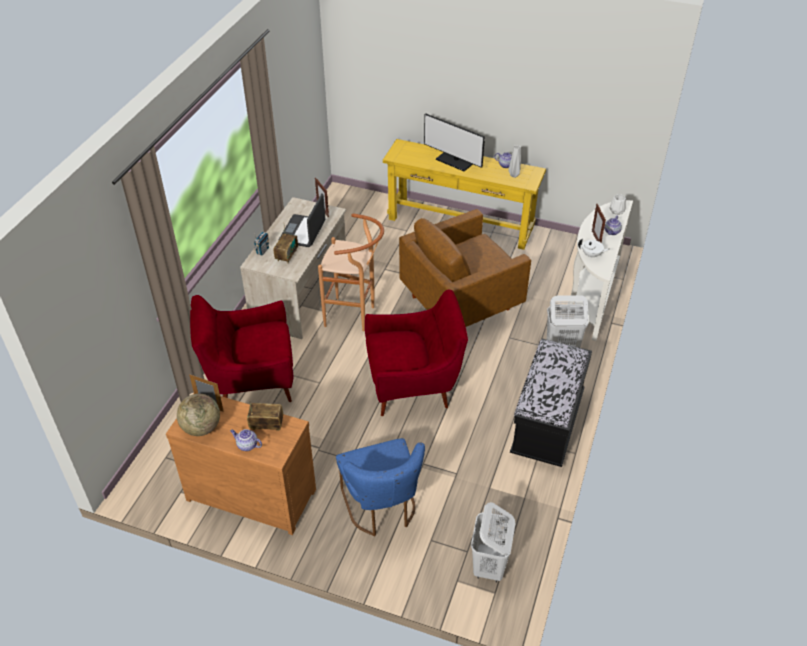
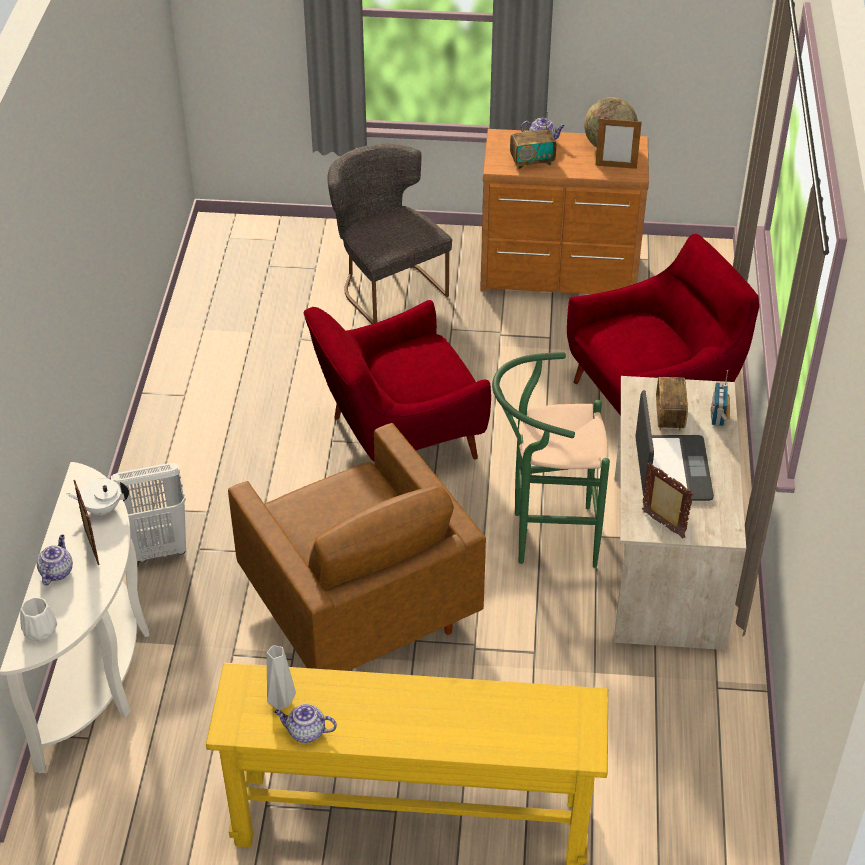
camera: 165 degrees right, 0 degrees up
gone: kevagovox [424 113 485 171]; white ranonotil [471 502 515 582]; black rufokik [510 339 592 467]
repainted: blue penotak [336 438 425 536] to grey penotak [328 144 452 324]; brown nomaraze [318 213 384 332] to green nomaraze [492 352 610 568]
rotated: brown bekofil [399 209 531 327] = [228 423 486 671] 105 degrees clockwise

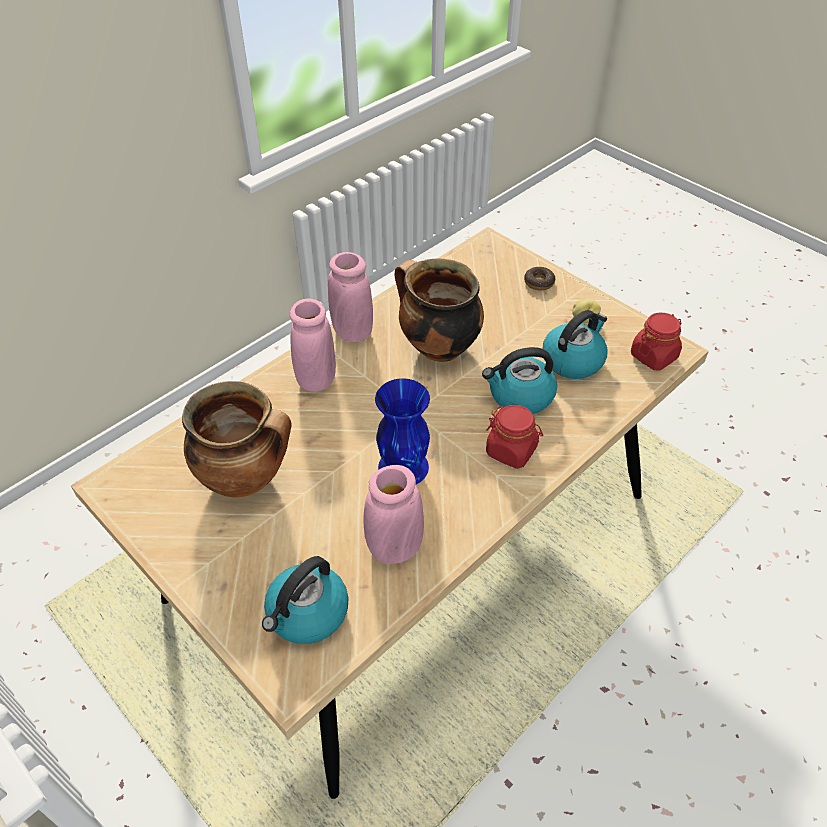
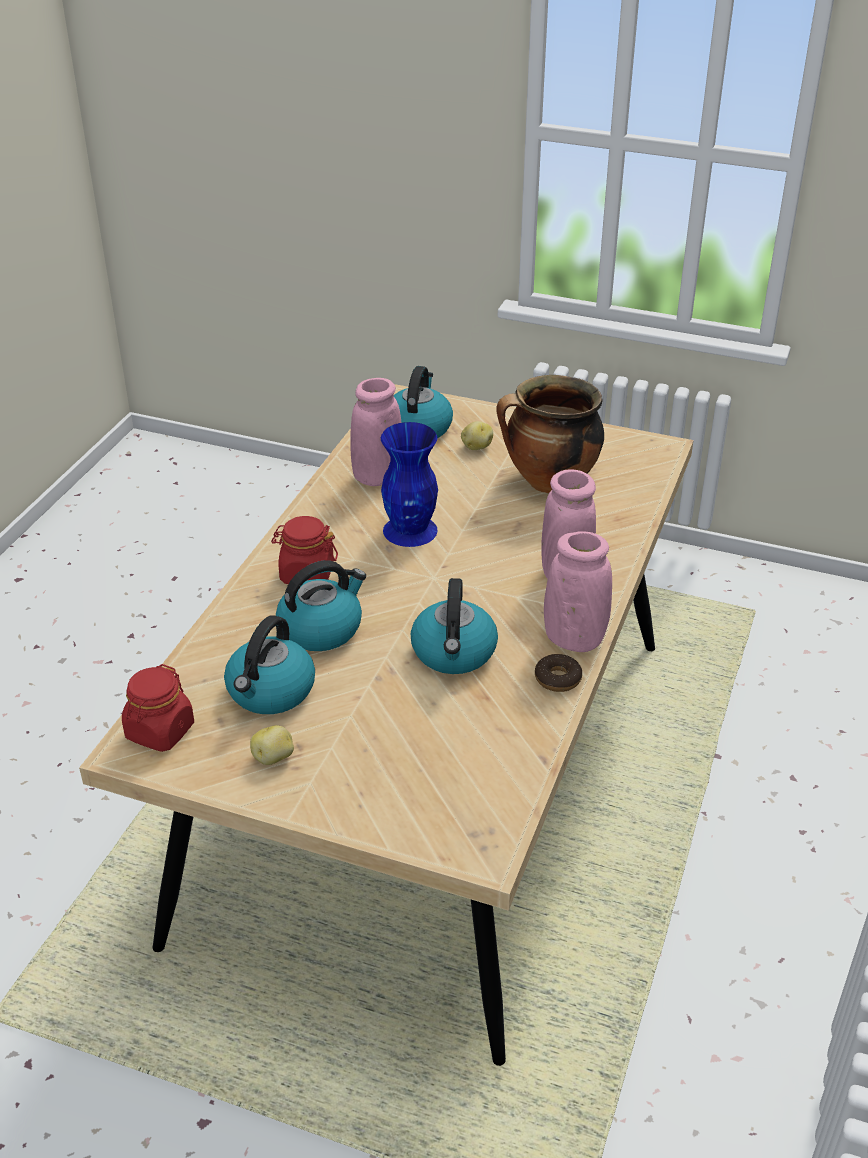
camera: 155 degrees right, 10 degrees down
new: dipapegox [461 421 493 450]
shifted: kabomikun [524 267 555 291] to [535 654 582 692]
swapped: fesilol [394 259 484 362] to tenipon [411 578 498 674]

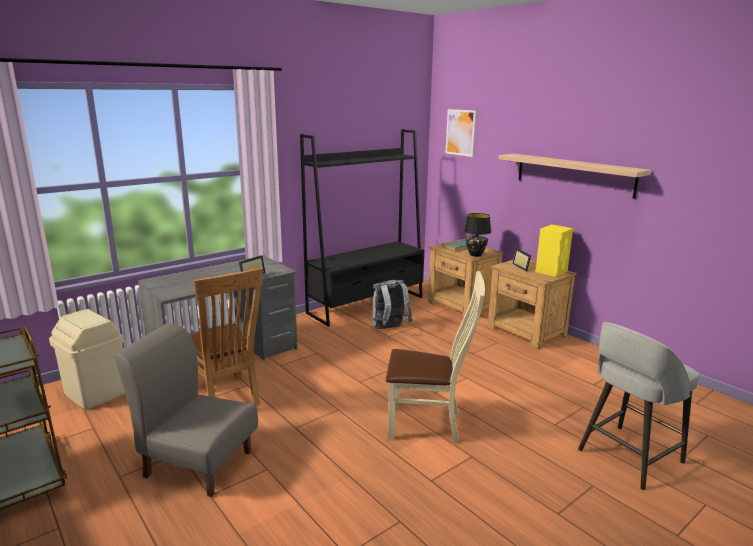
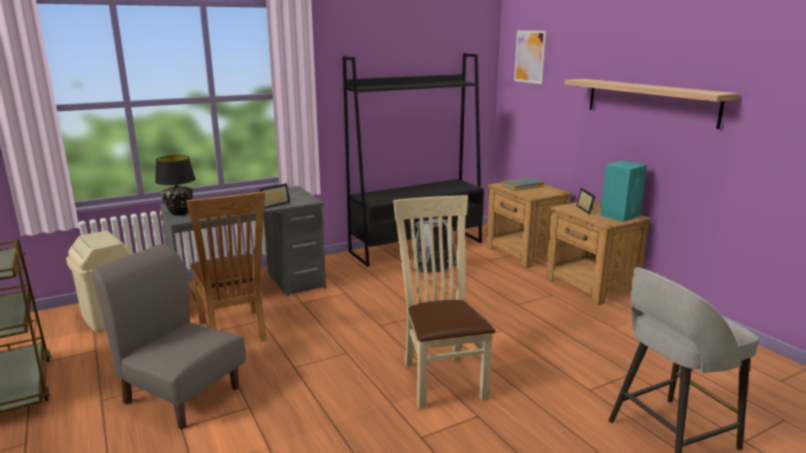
camera: 10 degrees right, 0 degrees up
shifted: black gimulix [464 213 491 257] to [155 155 196 216]
repainted: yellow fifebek [536 224 573 277] to turquoise fifebek [600 161 647 222]
rotated: beige penotak [386 271 485 443] = [393 195 496 409] 120 degrees counterclockwise

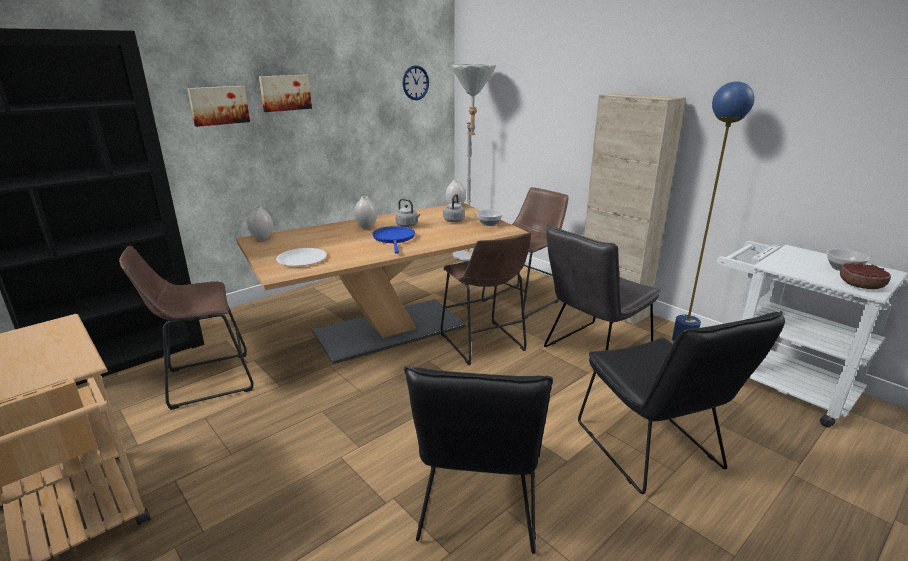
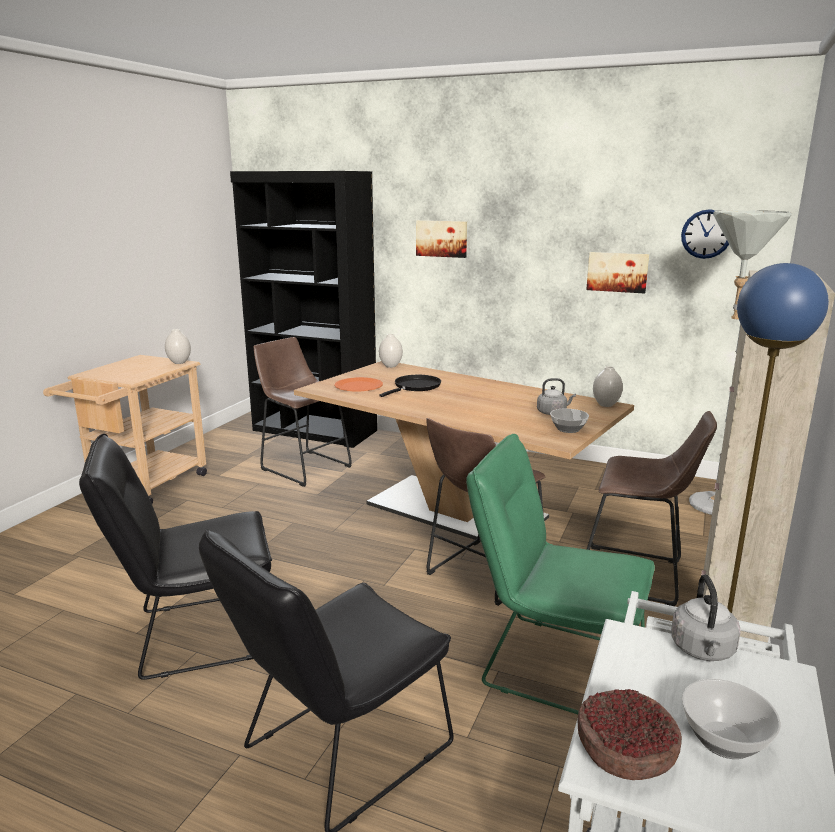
camera: 65 degrees right, 5 degrees down
gone: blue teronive [372 226 415 254]
new: black teronive [380 375 441 397]
shifted: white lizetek [354 196 377 229] to [165 329 191 364]; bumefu [259 75 312 112] to [586 252 650 294]; grey tenipon [395 199 420 227] to [671 574 741 661]
repainted: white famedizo [276 248 327 266] to orange famedizo [334 377 383 391]; grey penotak [544 224 661 350] to green penotak [466 434 655 714]

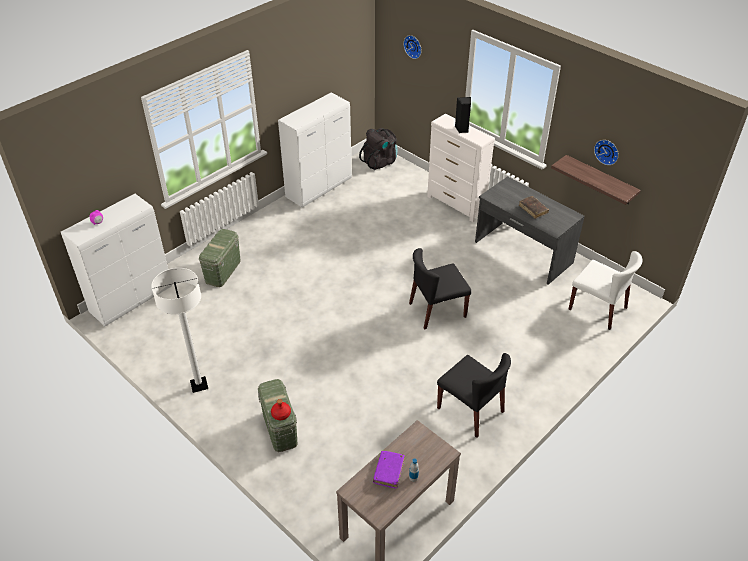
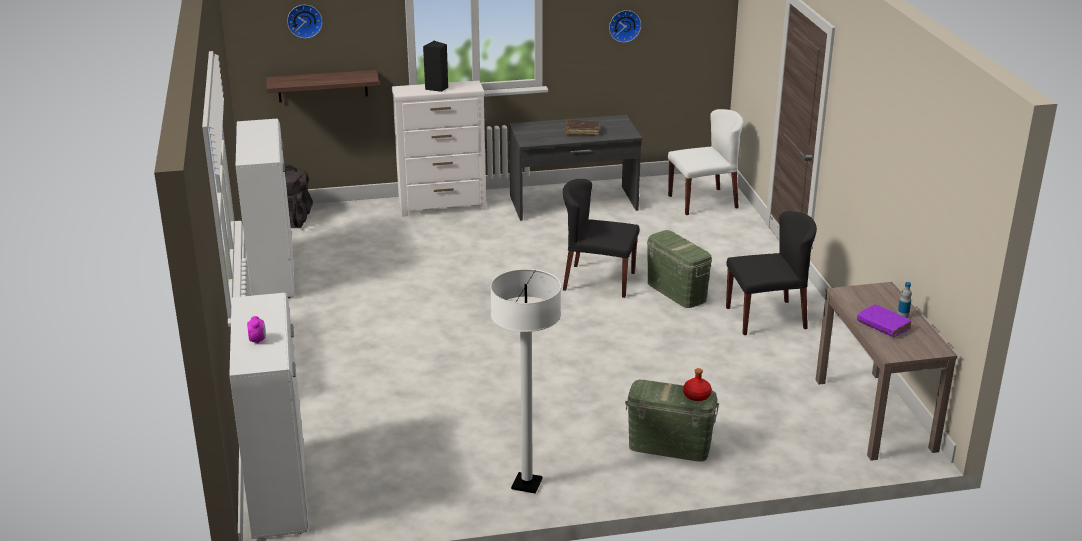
camera: 55 degrees left, 15 degrees down
shifted: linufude [551 155 641 205] to [266 70 379 102]; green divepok [199 229 241 287] to [647 230 712 308]
rotated: black penotak [409 248 472 330] = [563 179 640 298] 90 degrees clockwise

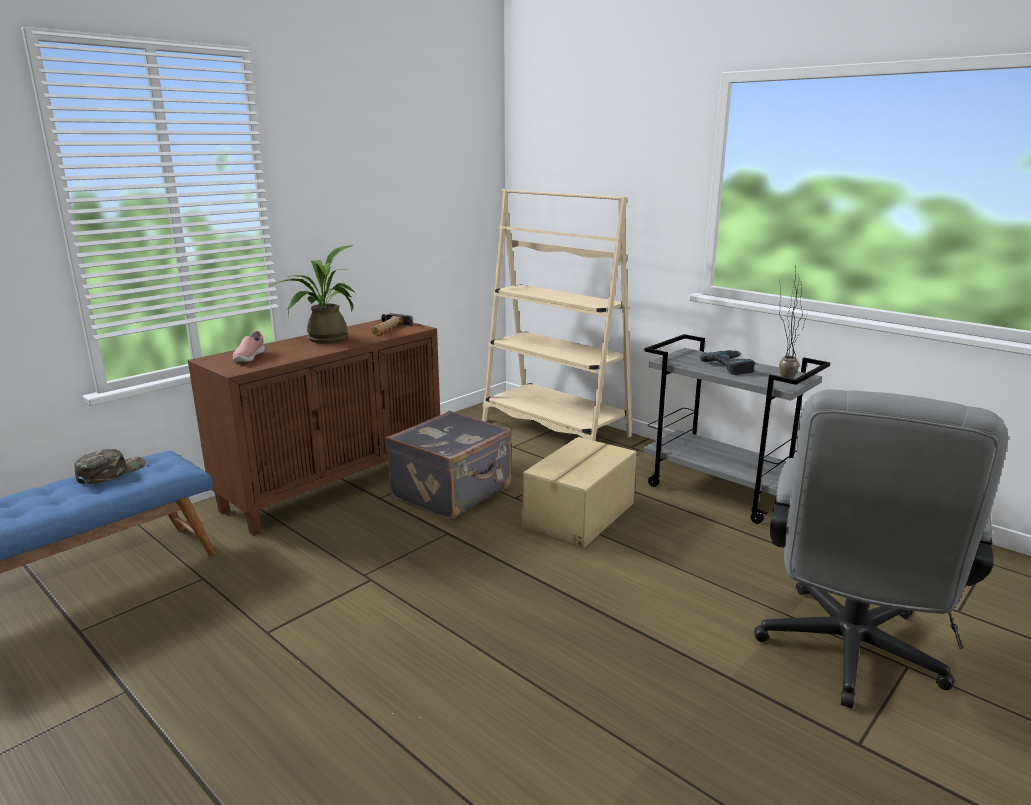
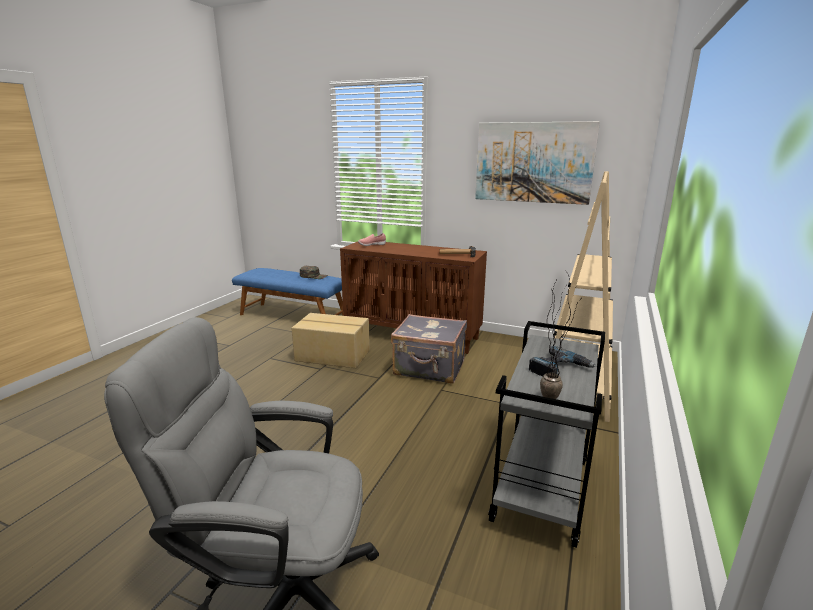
camera: 70 degrees right, 0 degrees up
gone: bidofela [270 246 355 344]
new: bumefu [475 121 600 205]
shifted: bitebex [522 437 637 548] to [291 313 370 368]

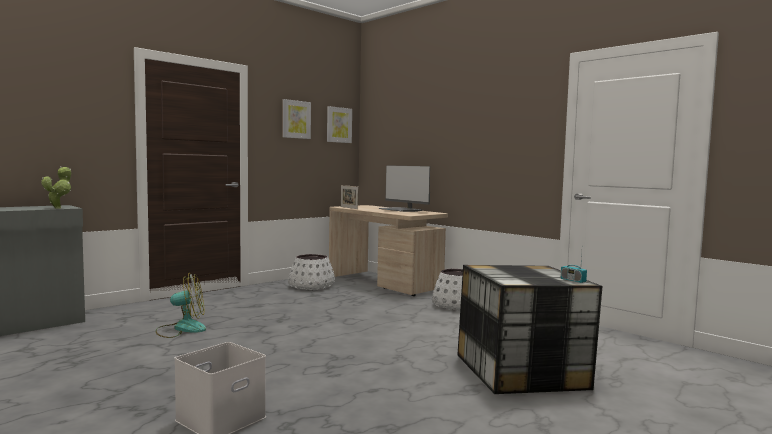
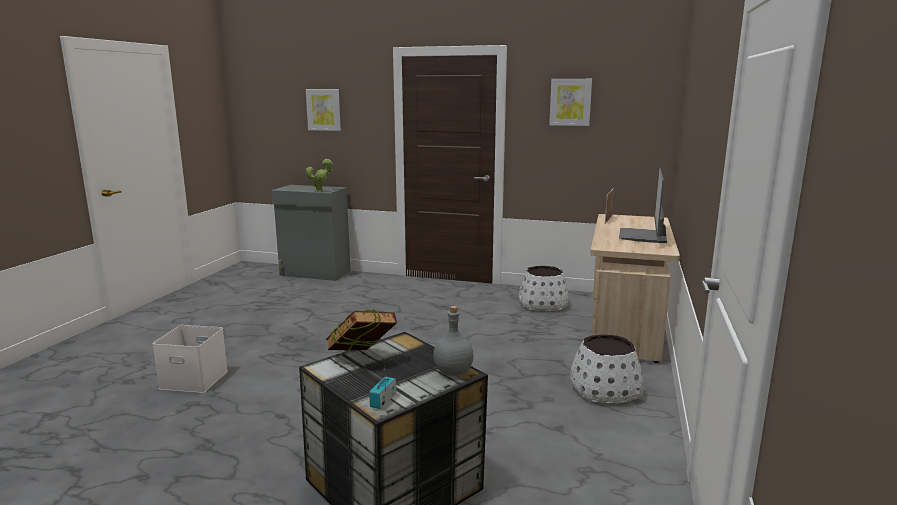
camera: 60 degrees right, 10 degrees up
gone: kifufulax [155 273 206 338]
new: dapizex [326 309 397 352]; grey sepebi [433 306 474 376]
shifted: bumefu [327 106 352 143] to [306 89 341 131]

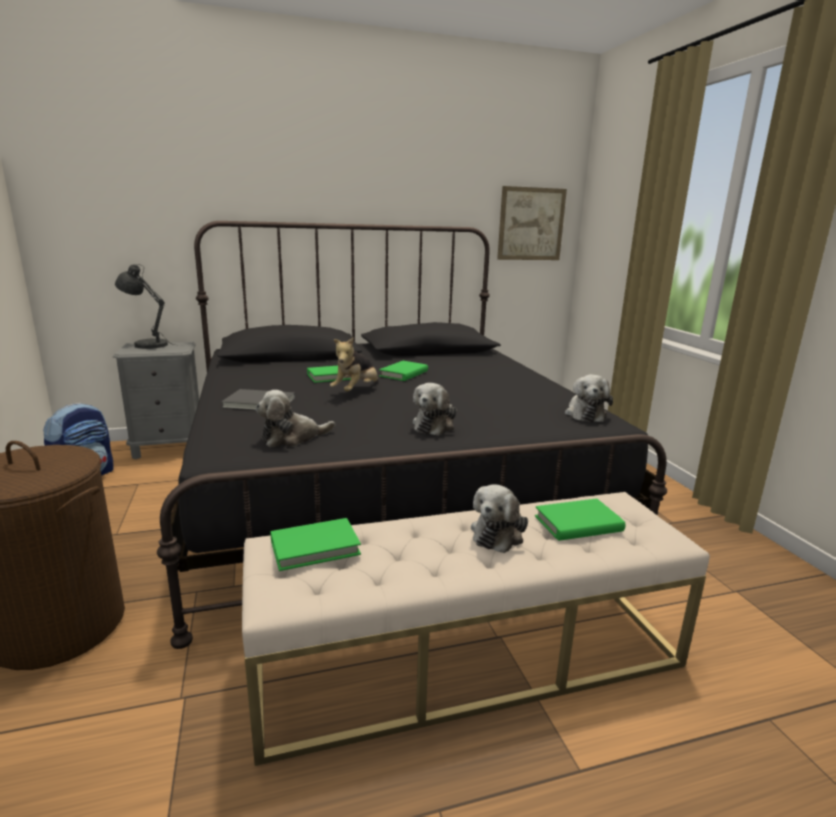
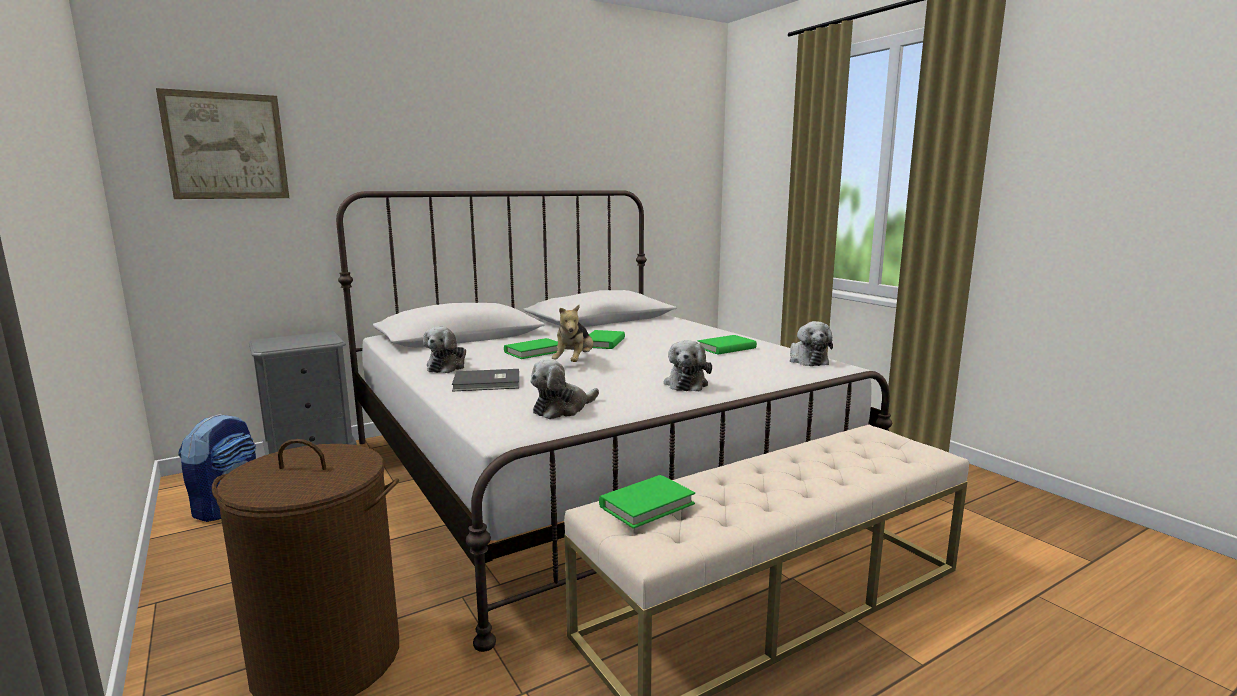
camera: 15 degrees left, 5 degrees down
gone: grey gimulix [115 264 179 349]
shifted: bumefu [497 186 567 260] to [156 88 289 199]; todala [471 484 528 553] to [423 327 466 373]; green dapizex [535 499 625 541] to [698 335 757 355]
repainted: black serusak [157 221 667 649] to white serusak [336 190 892 652]

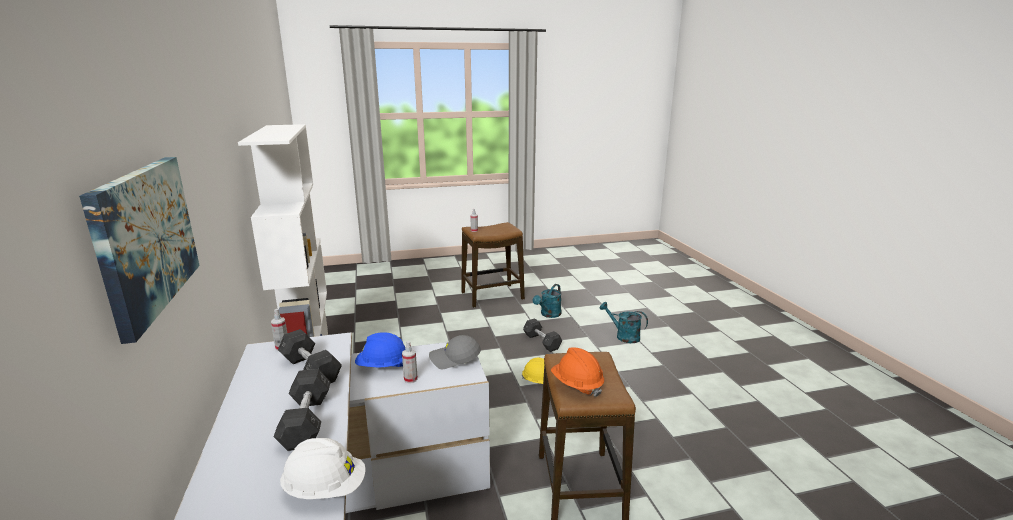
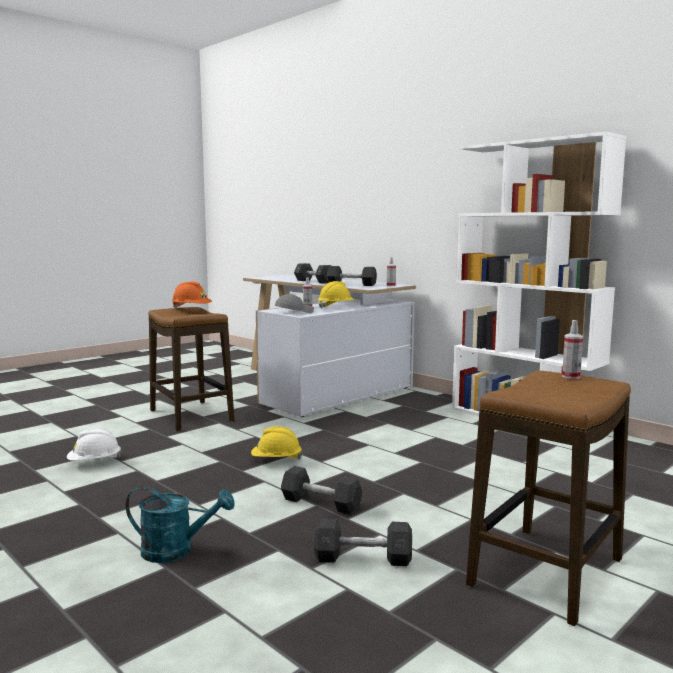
camera: 150 degrees right, 10 degrees down
gone: bumefu [79 157 200 344]
shifted: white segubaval [280 438 366 499] to [67 428 122 461]
swapped: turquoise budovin [533 284 562 318] to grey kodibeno [314 518 412 566]
repainted: blue segubaval [355 332 406 368] to yellow segubaval [318 281 355 309]

